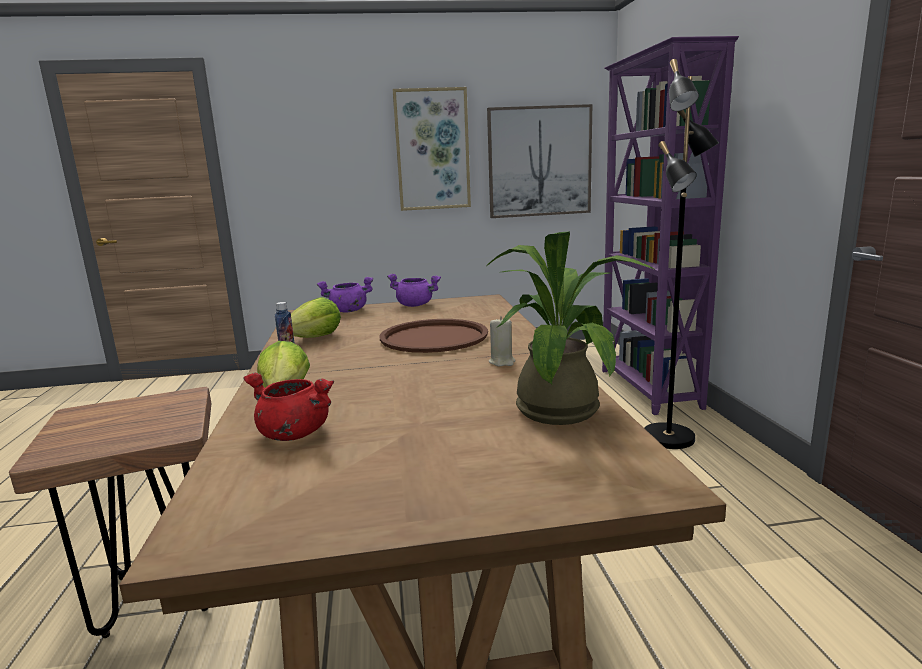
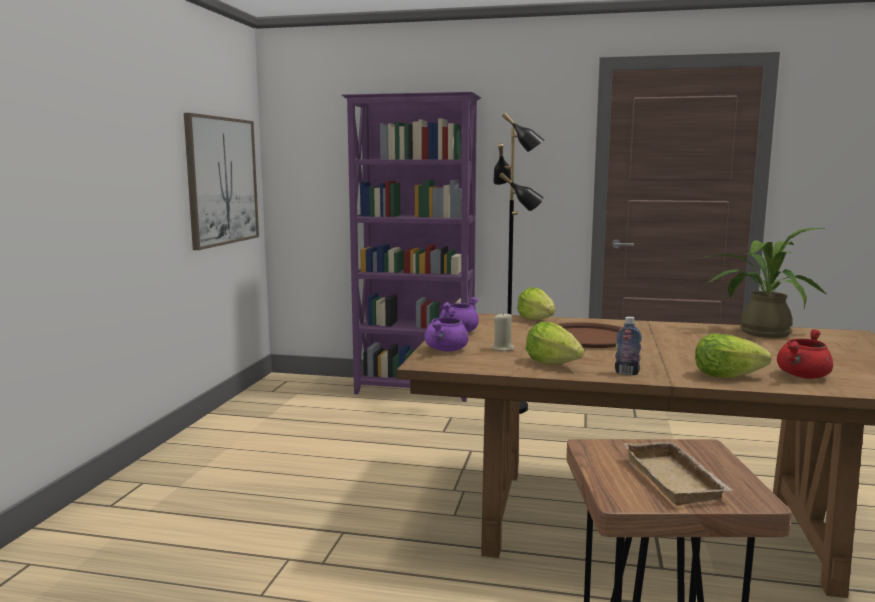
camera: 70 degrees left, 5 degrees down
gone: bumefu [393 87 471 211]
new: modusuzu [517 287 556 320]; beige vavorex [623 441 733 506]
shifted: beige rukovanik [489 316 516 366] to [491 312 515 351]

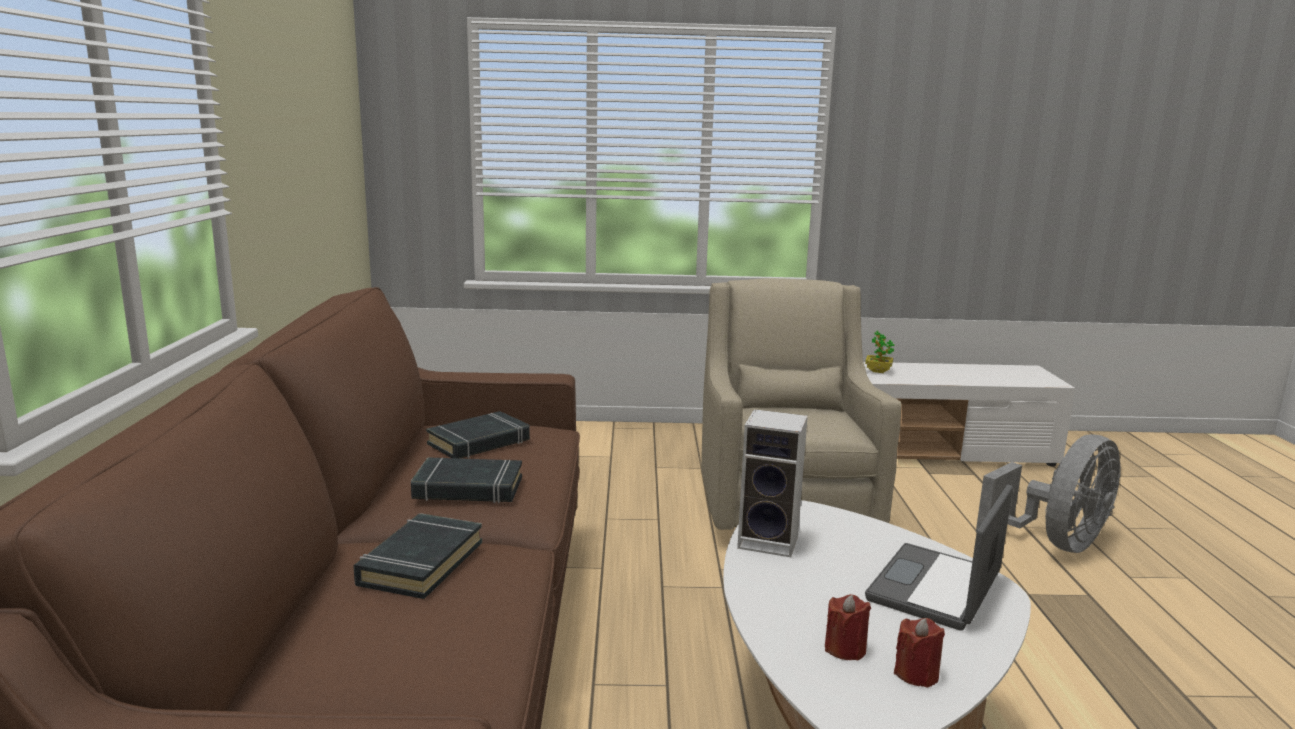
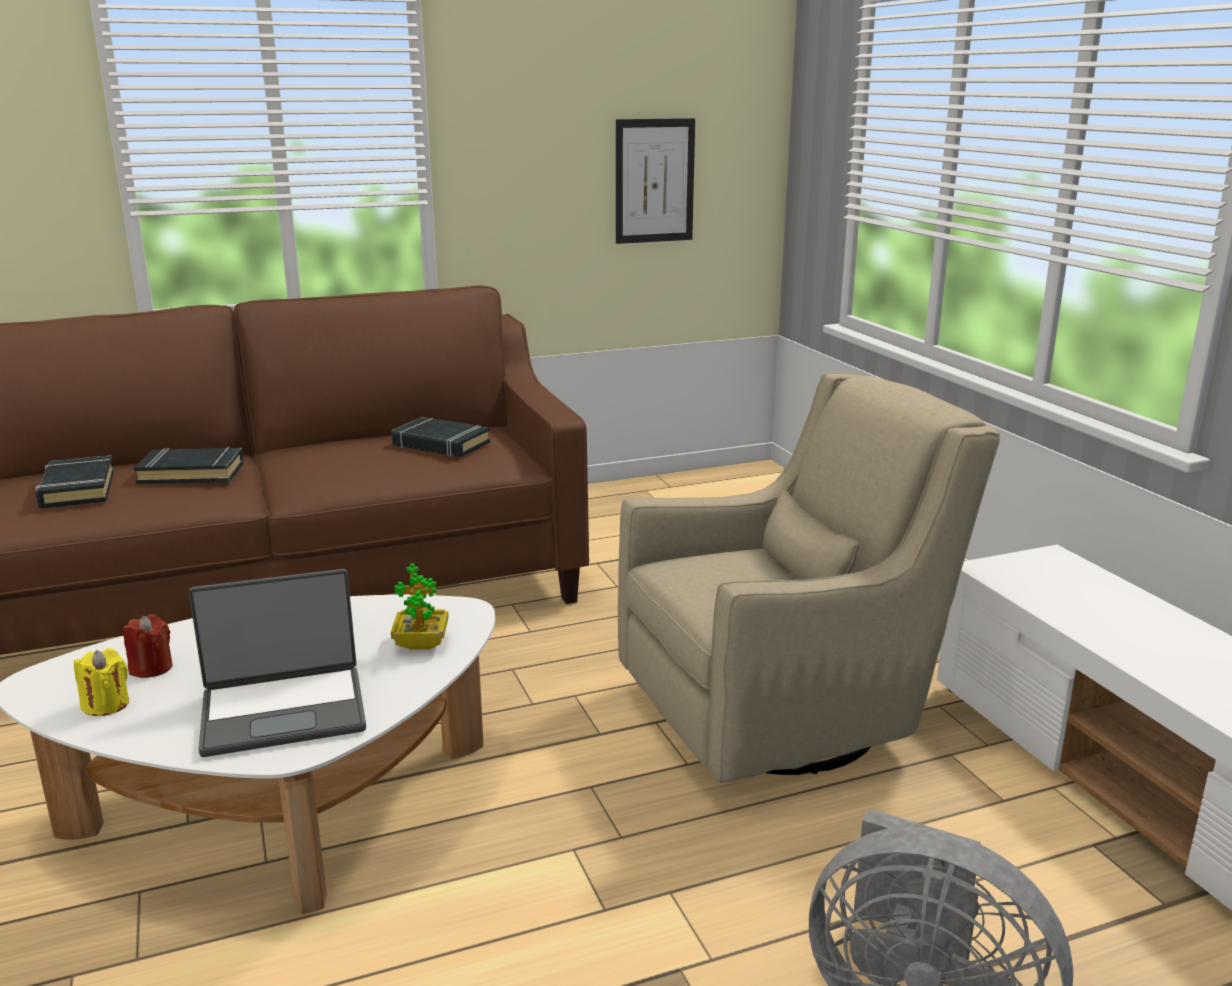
camera: 70 degrees right, 5 degrees up
gone: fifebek [737 409 808 557]
new: bumefu [616 118 695 244]
shifted: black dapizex [411 457 522 503] to [35 455 114 508]; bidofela [865 331 894 373] to [391 563 449 650]
repainted: red rukovanik [894 618 945 688] to yellow rukovanik [74 648 129 716]
rotated: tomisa [865 485 1013 631] = [189 569 366 757] 150 degrees clockwise

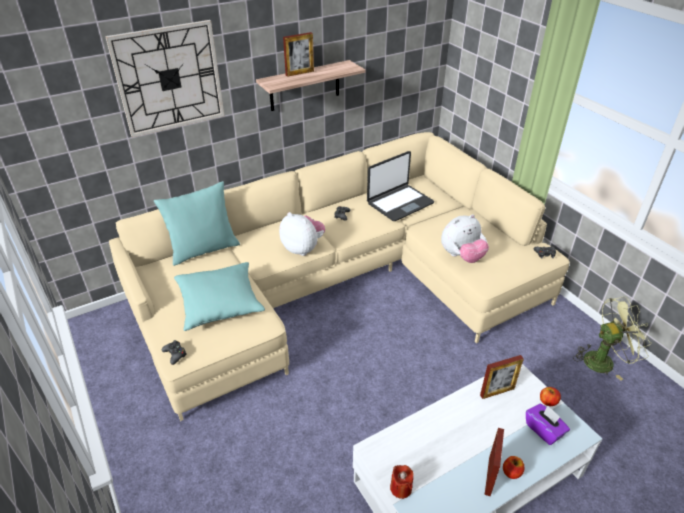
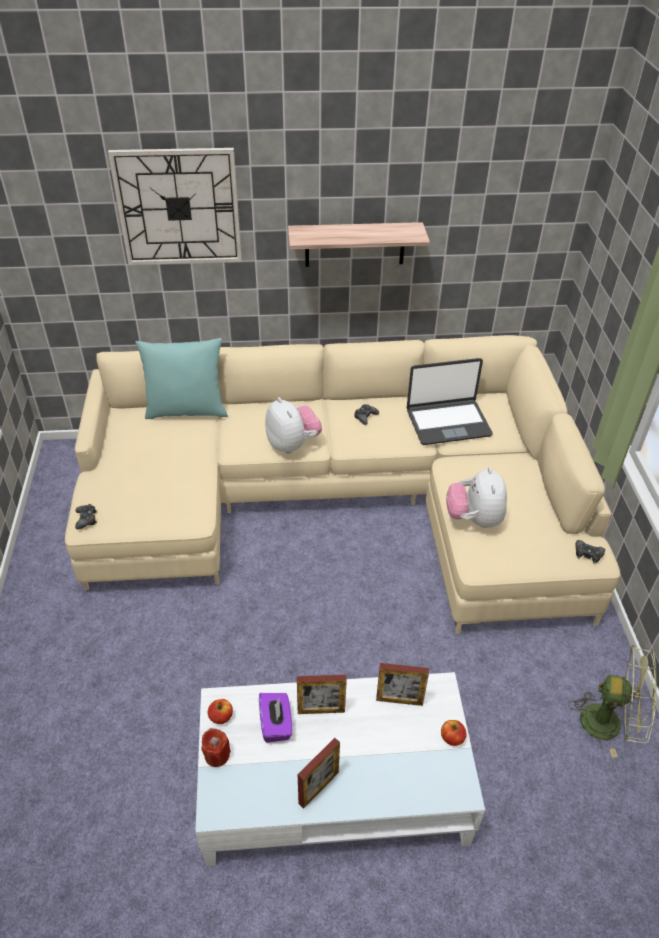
camera: 25 degrees right, 5 degrees up
gone: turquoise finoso [174 262 265 331]
shifted: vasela [503 456 524 479] to [208 699 233 724]; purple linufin [526 404 570 445] to [259 693 292 743]; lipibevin [283 32 314 77] to [297 675 347 714]
rotated: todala [441 214 489 263] = [446 467 507 528] 90 degrees clockwise

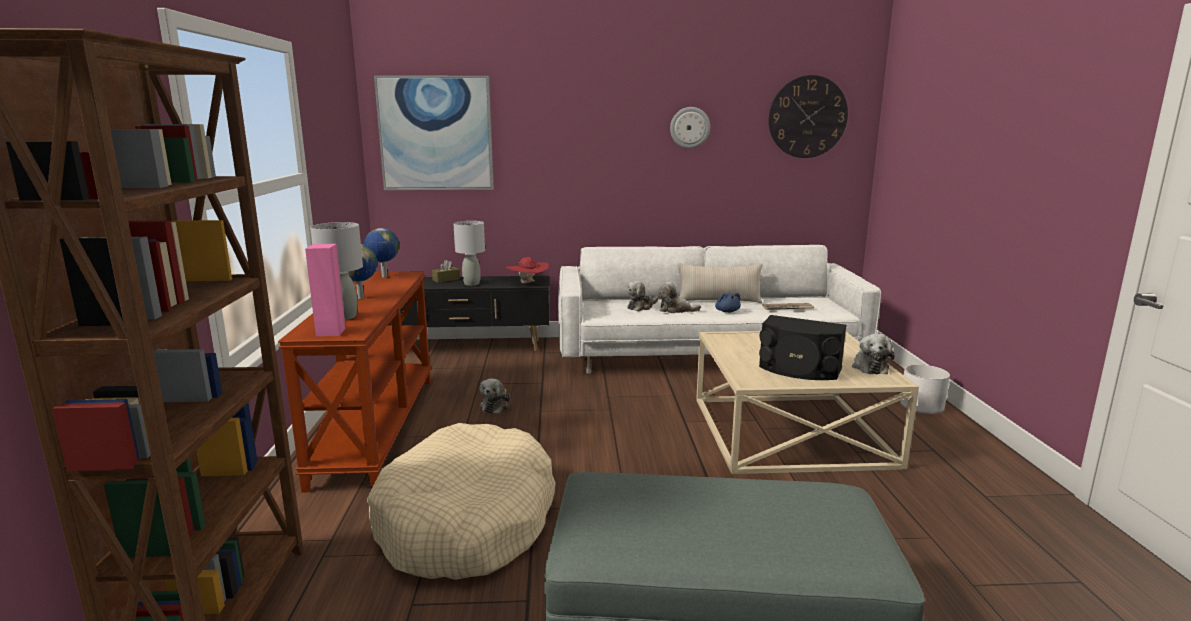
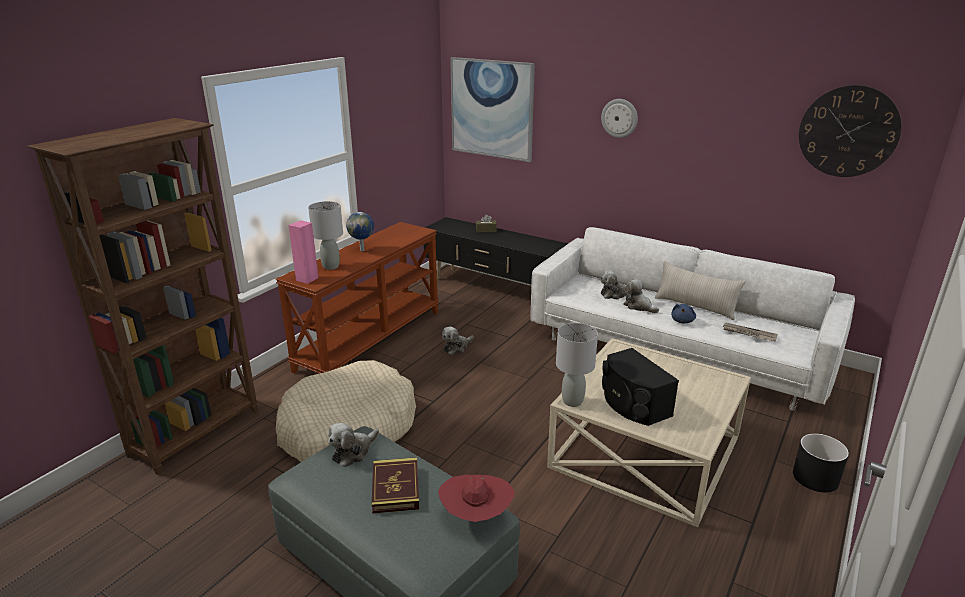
camera: 35 degrees right, 10 degrees up
gone: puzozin [364 228 399 278]
new: dapizex [372 457 420 514]
shifted: todala [852 333 895 374] to [328 423 379 467]; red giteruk [505 257 549 283] to [438 475 515 522]; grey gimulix [453 221 485 286] to [556 323 598 407]; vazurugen [670 107 710 149] to [601 99 638 138]
repainted: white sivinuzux [900 364 950 414] to black sivinuzux [793 433 849 492]

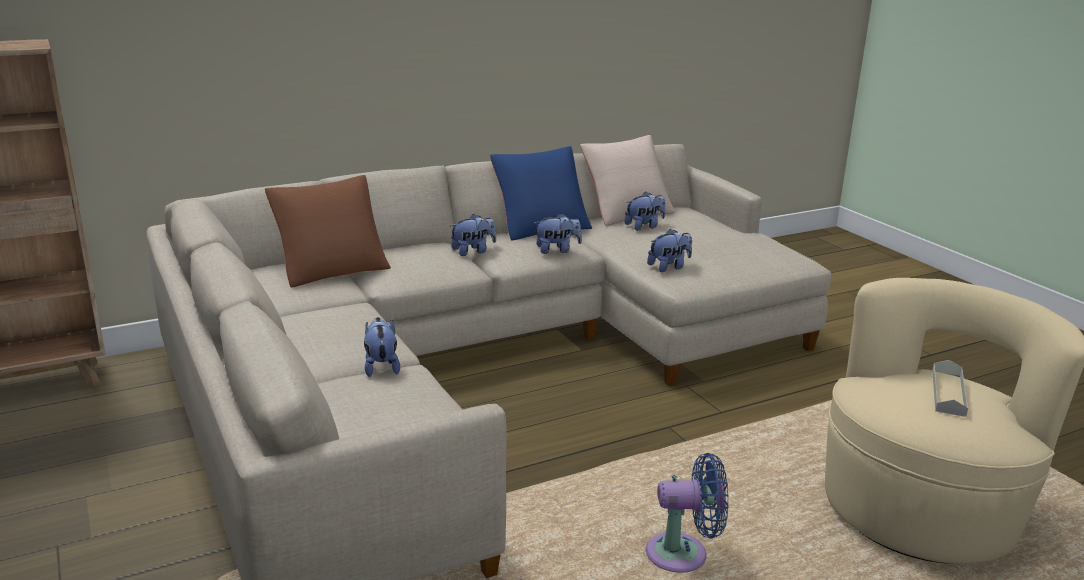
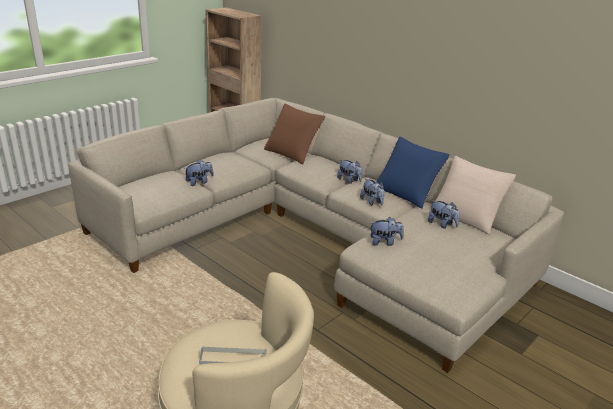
camera: 70 degrees right, 5 degrees up
gone: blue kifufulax [646 453 728 573]
rotated: todala [647 229 692 272] = [370 217 404 246] 45 degrees counterclockwise

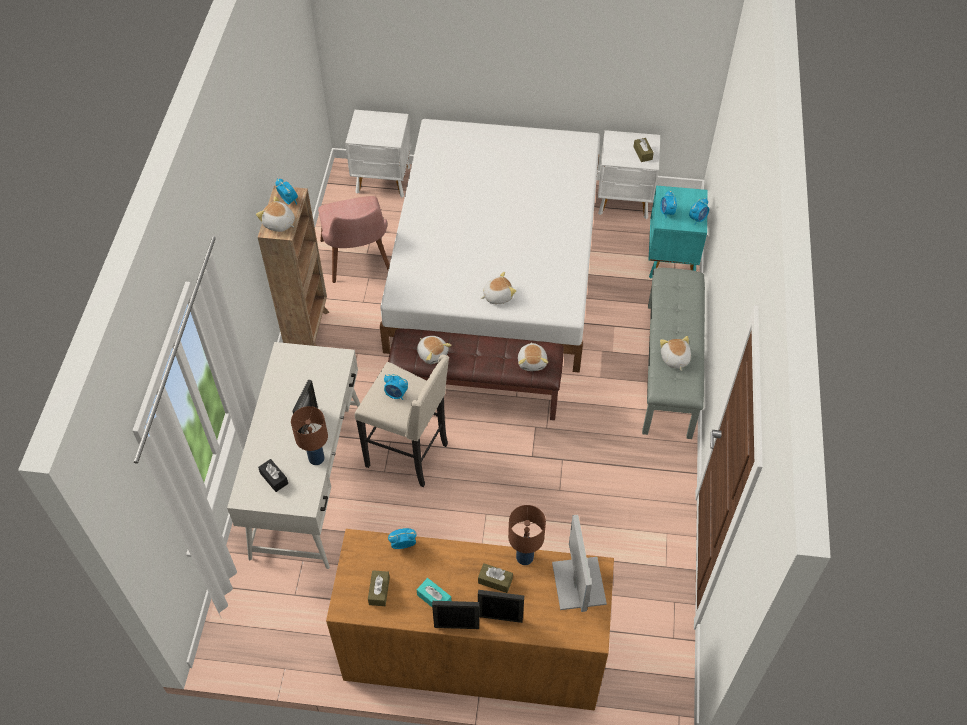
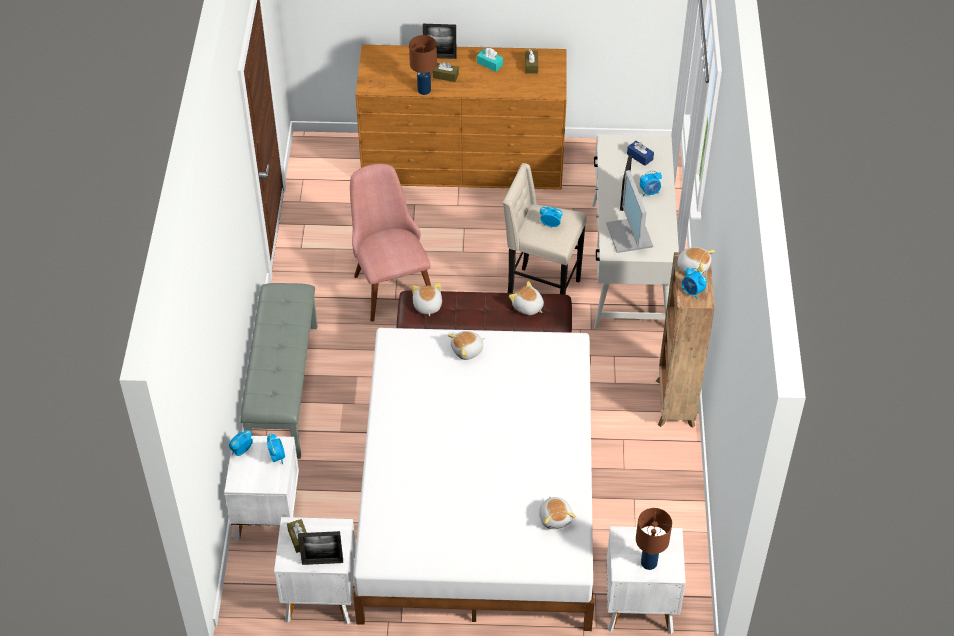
camera: 175 degrees right, 5 degrees down
shifted: lipibevin [432 601 479 629] to [298 531 343 565]; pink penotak [318 196 390 283] to [350 164 431 322]; todala [660 336 691 371] to [539 496 576 529]; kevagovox [552 515 607 612] to [606 170 653 253]; brown gimulix [291 406 328 465] to [636 508 672 570]; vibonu [388 528 417 549] to [640 171 662 196]
repainted: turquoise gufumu [649 185 708 278] to white gufumu [224 435 299 542]; black linufin [258 459 288 492] to blue linufin [627 141 654 166]

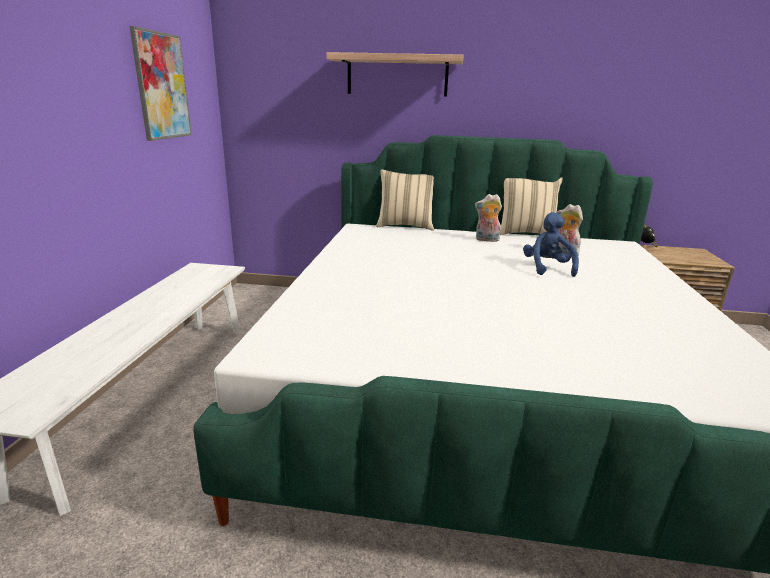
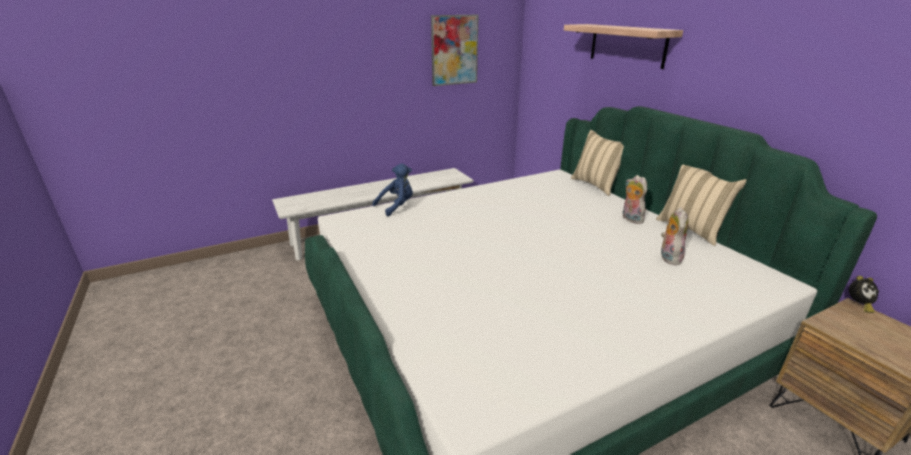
camera: 55 degrees right, 5 degrees up
shifted: blue todala [523 212 579 277] to [373 163 413 216]

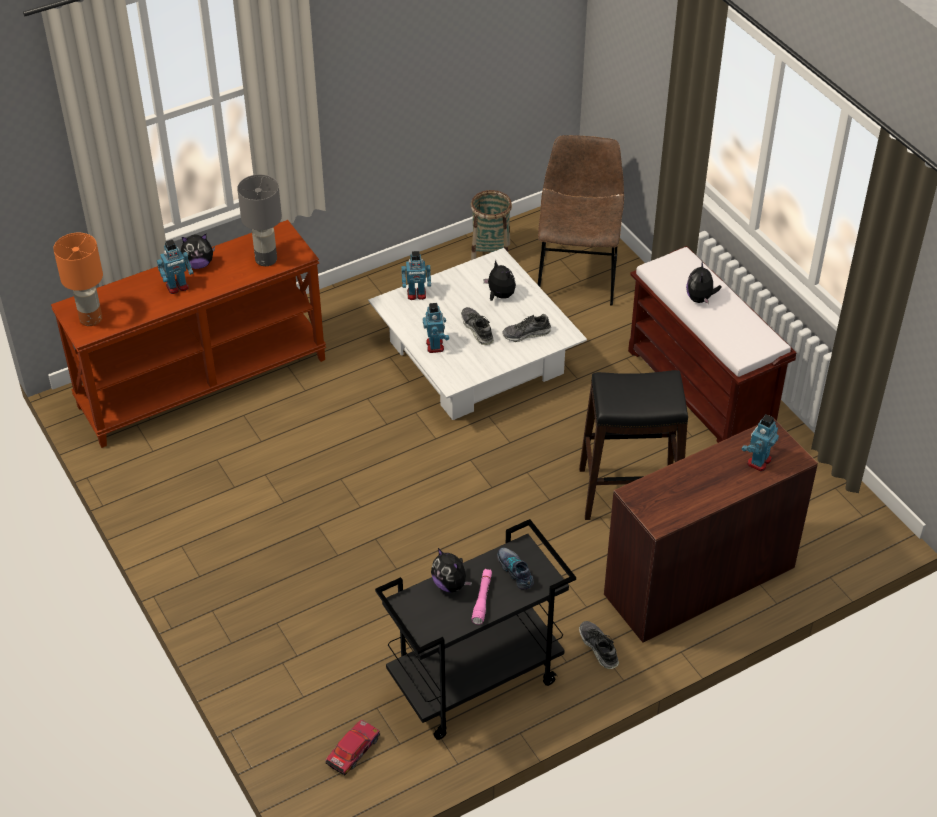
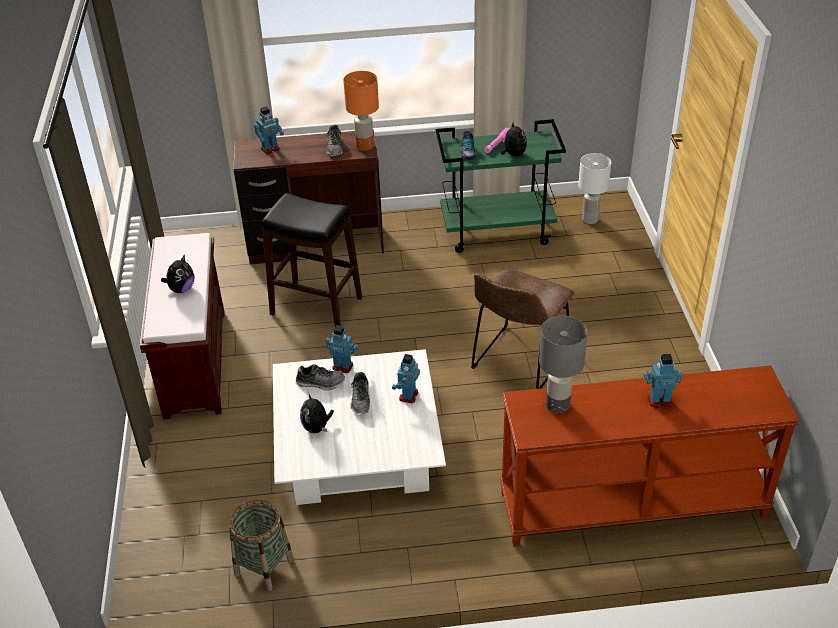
camera: 155 degrees left, 5 degrees down
gone: todala [181 234 215 269]
shifted: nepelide [579 621 619 669] to [326 125 343 156]; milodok [401 251 431 300] to [326 325 359 373]; orange gimulix [53 233 103 326] to [343 71 379 151]; brown penotak [538 135 624 306] to [471 268 575 389]
swapped: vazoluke [325 720 380 775] to white gimulix [578 153 611 224]
repainted: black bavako [375 519 576 740] to green bavako [436 119 566 253]

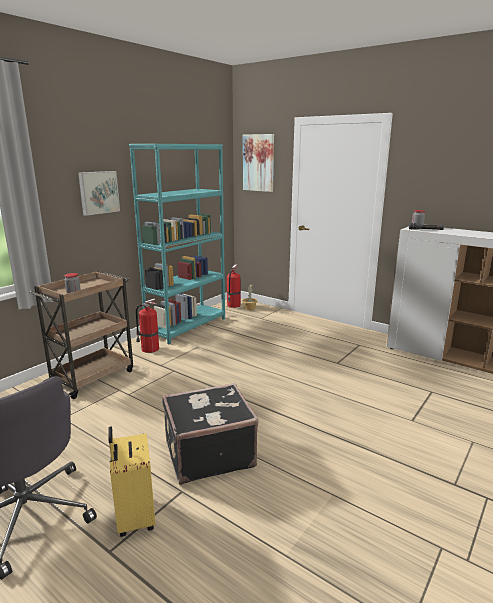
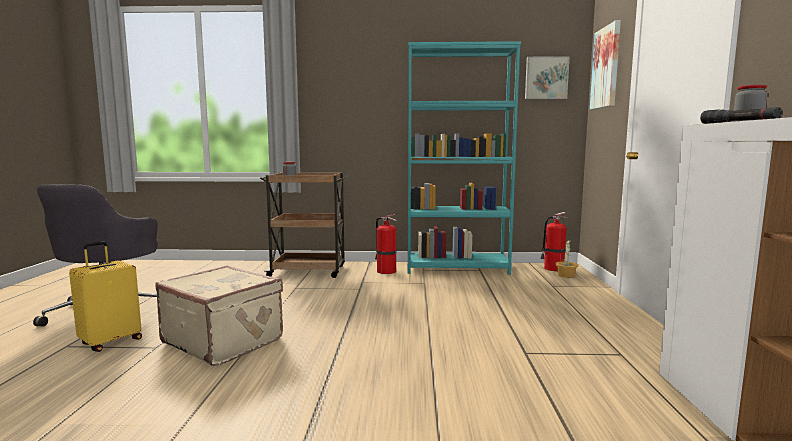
camera: 55 degrees right, 10 degrees down
shifted: bumefu [78 171 120 216] to [525 56 570 99]
repainted: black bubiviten [162 383 259 485] to beige bubiviten [155 266 283 366]

